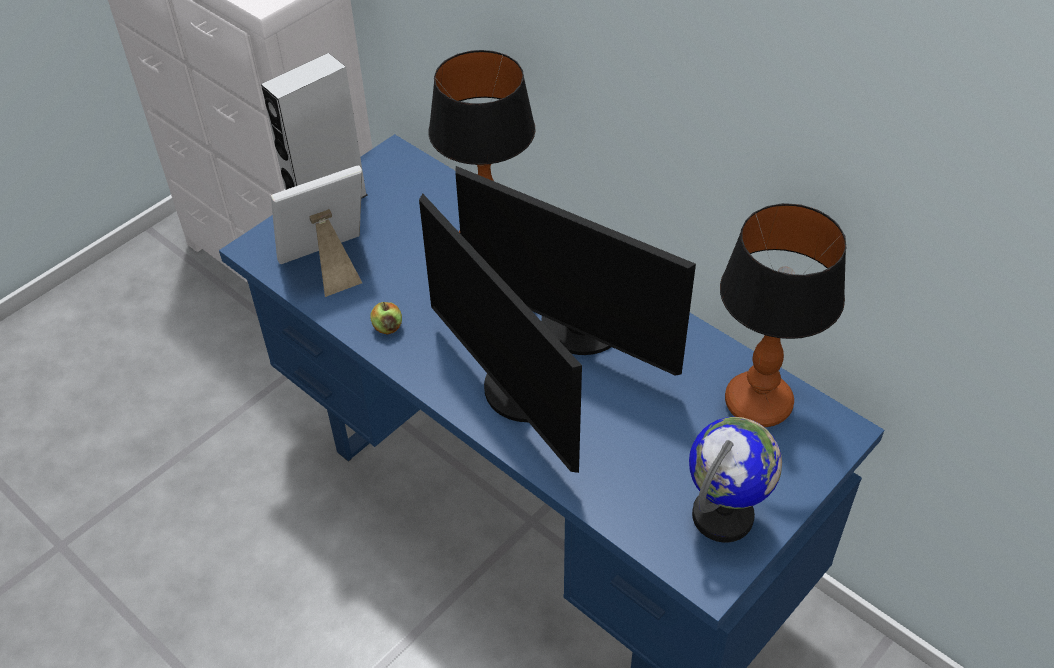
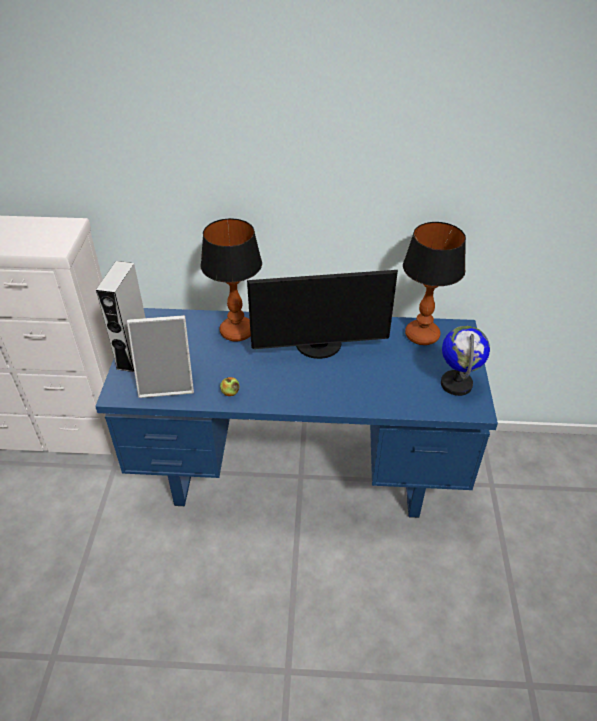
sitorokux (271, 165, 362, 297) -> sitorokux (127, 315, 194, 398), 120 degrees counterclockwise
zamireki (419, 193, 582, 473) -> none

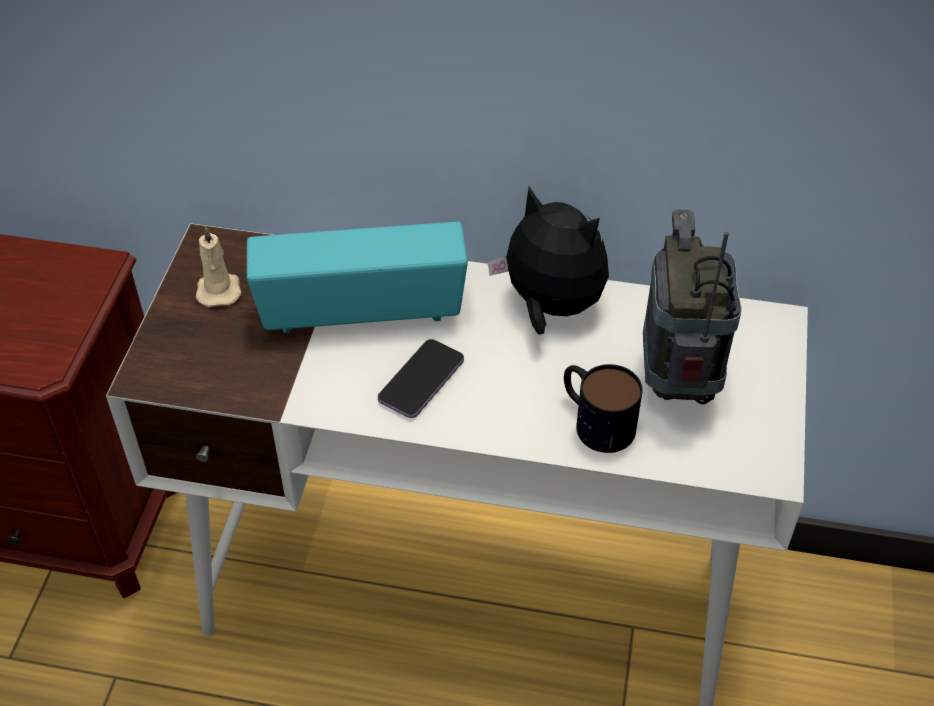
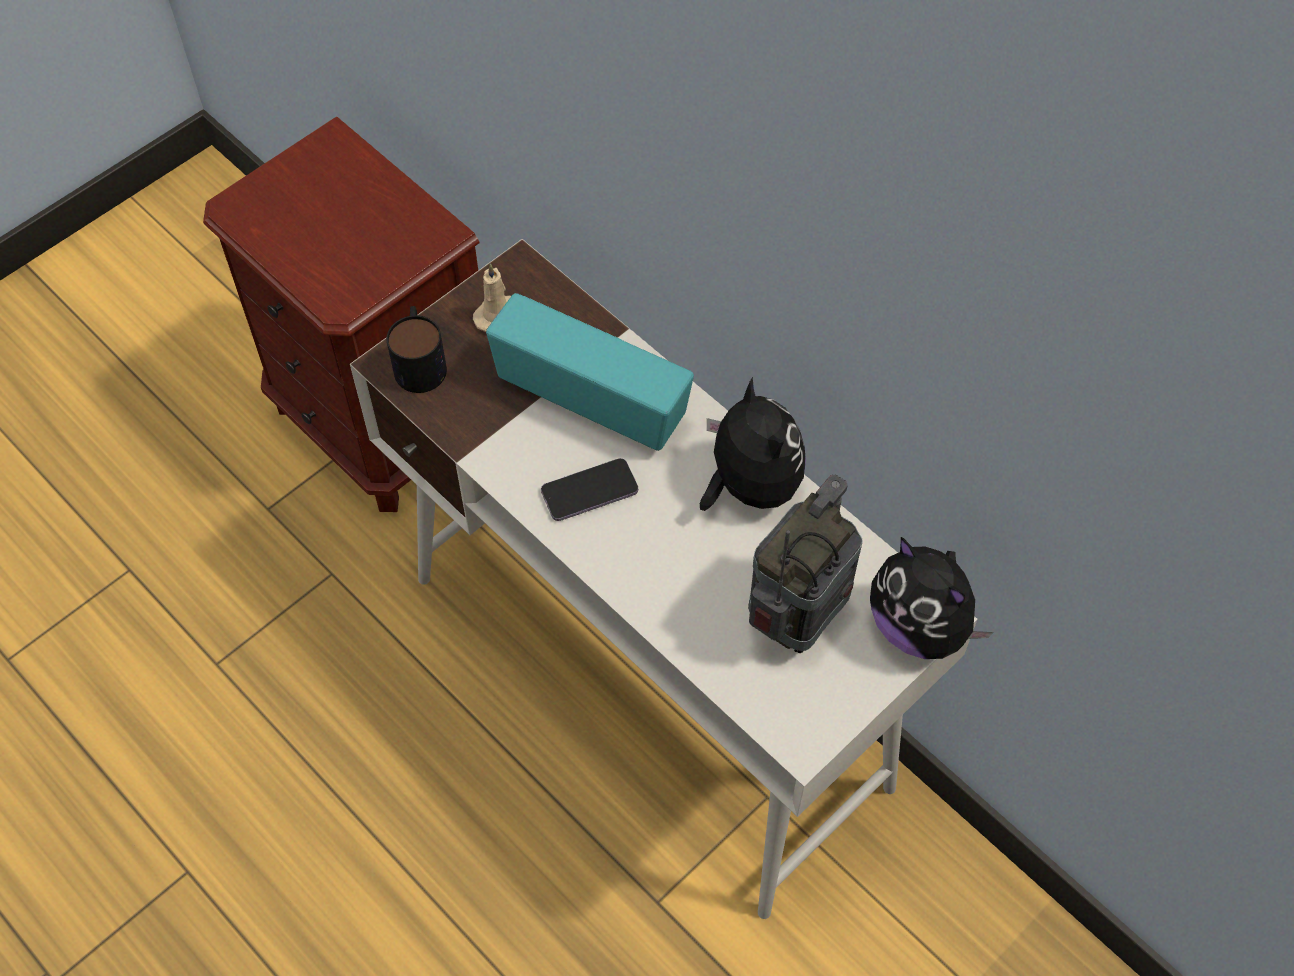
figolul (564, 364, 643, 453) -> figolul (386, 306, 447, 393), relocated
none -> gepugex (870, 537, 993, 659)

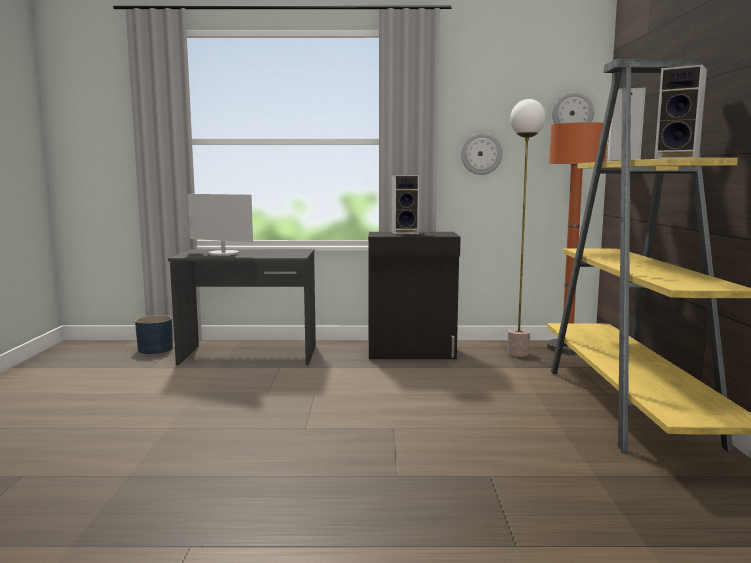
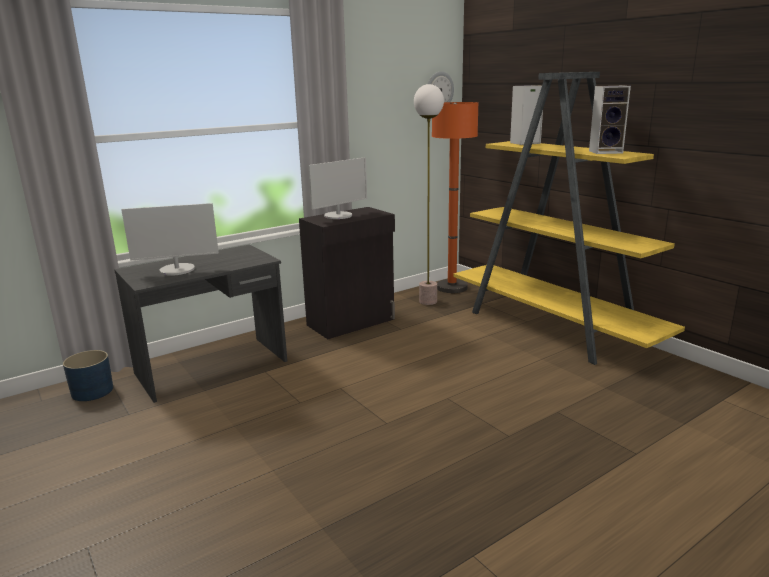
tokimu (392, 175, 419, 234) -> zamireki (309, 157, 367, 219)
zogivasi (461, 133, 502, 175) -> none

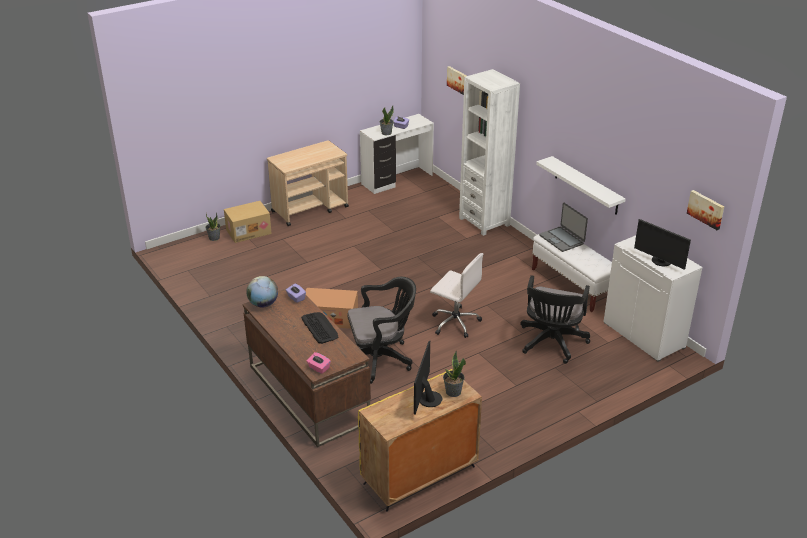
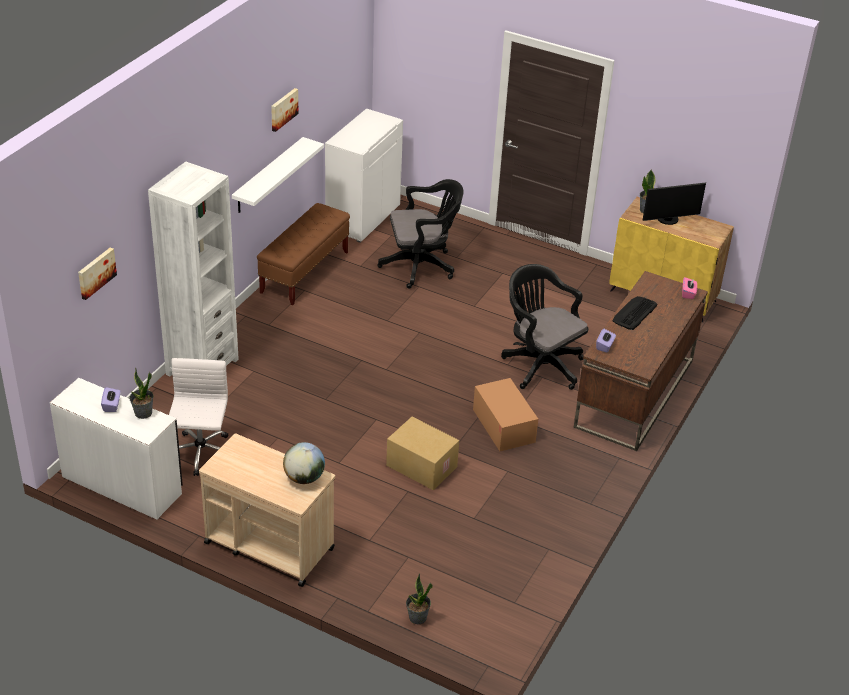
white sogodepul (430, 253, 483, 338) -> white sogodepul (169, 358, 228, 476), relocated
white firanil (532, 234, 612, 312) -> brown firanil (257, 203, 350, 305)
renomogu (687, 190, 724, 230) -> renomogu (271, 88, 299, 132), relocated
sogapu (246, 276, 278, 308) -> sogapu (283, 442, 325, 484), relocated
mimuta (224, 201, 272, 243) -> mimuta (386, 417, 459, 490), relocated
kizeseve (539, 202, 588, 252) -> none
zamireki (634, 219, 691, 269) -> none

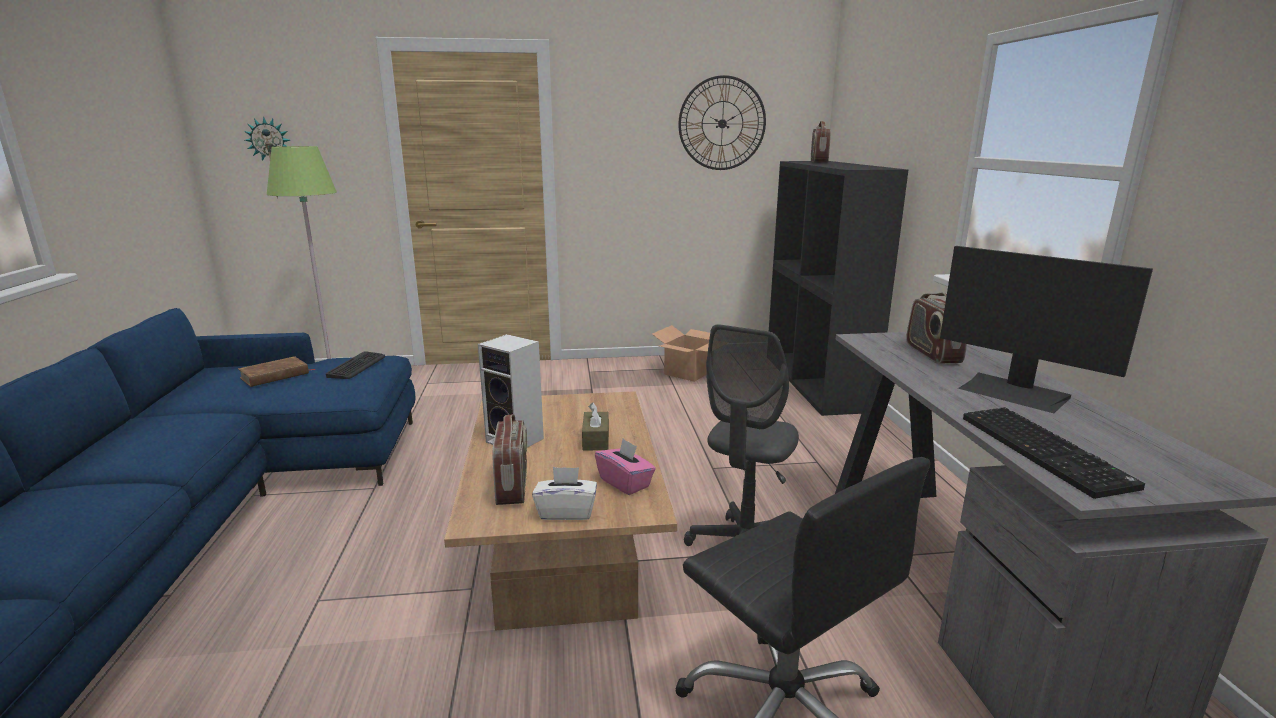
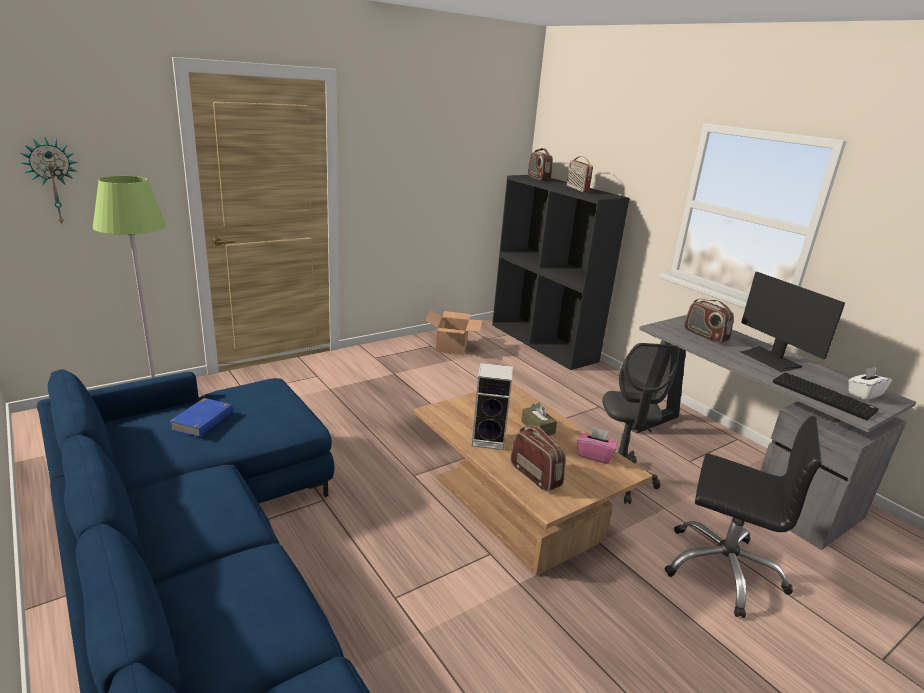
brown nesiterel (238, 356, 316, 387) -> blue nesiterel (169, 398, 233, 437)
none -> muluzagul (567, 156, 593, 192)
zamireki (940, 246, 1153, 413) -> zamireki (740, 272, 845, 372), 45 degrees clockwise
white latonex (532, 467, 597, 520) -> white latonex (848, 367, 892, 400), relocated
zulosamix (326, 351, 385, 379) -> none
zogivasi (678, 75, 766, 170) -> none

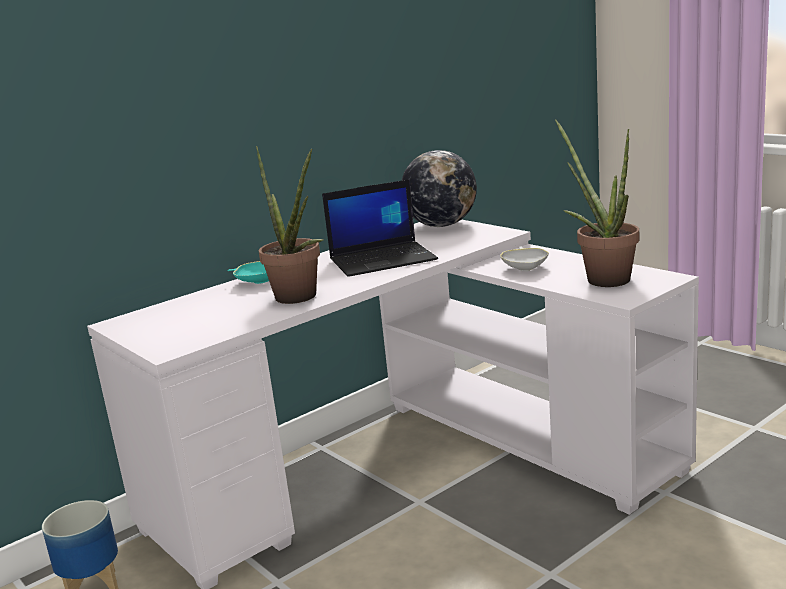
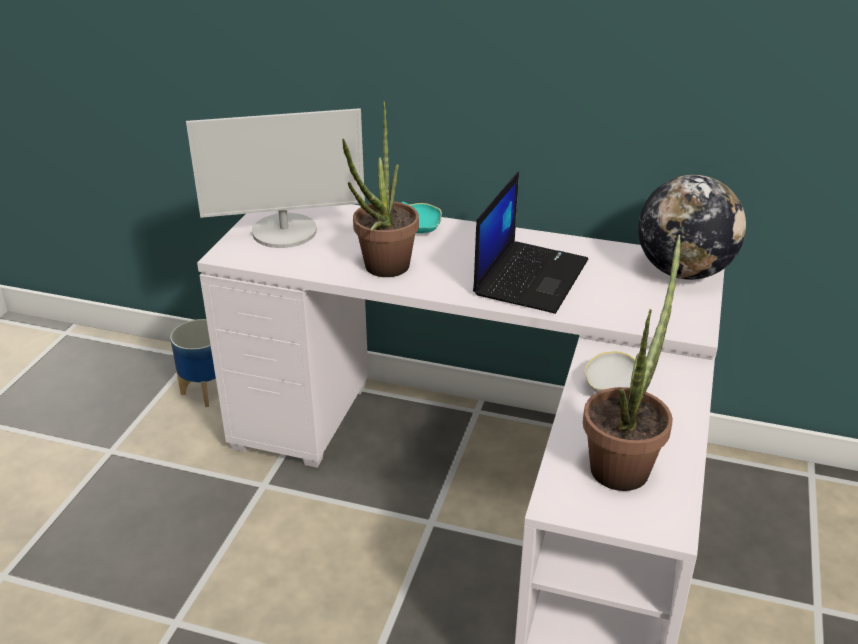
none -> zamireki (186, 108, 365, 248)
kizeseve (322, 179, 438, 277) -> kizeseve (473, 172, 588, 314), 105 degrees counterclockwise

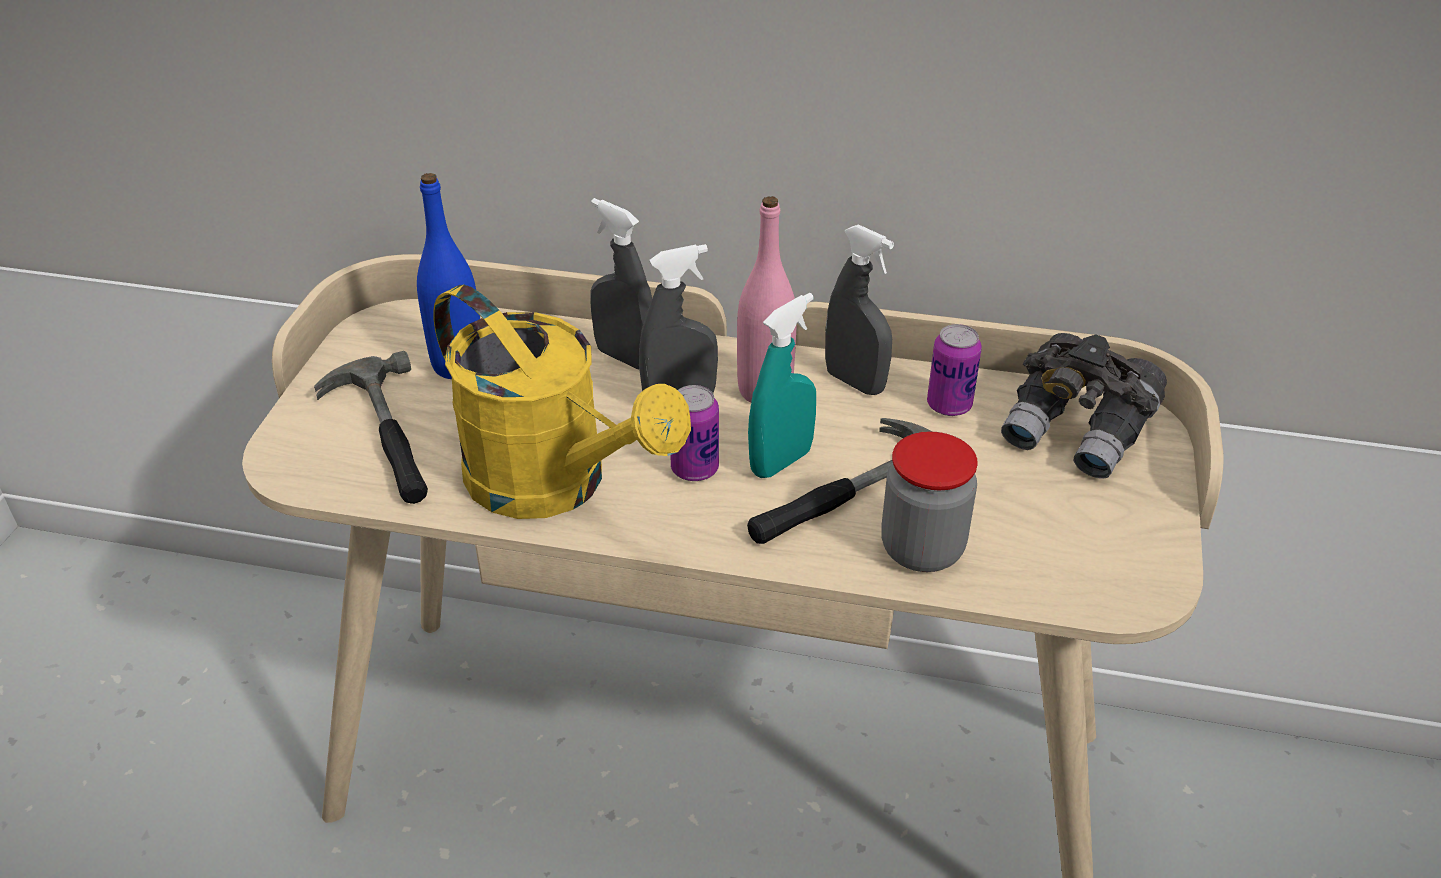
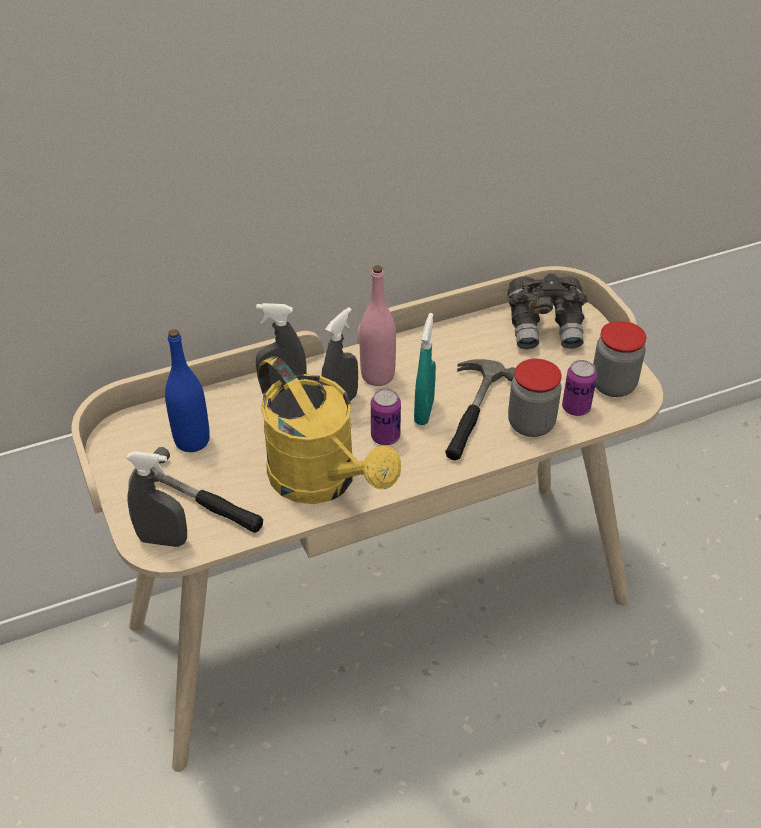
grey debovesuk (825, 224, 894, 395) -> grey debovesuk (126, 451, 187, 547), relocated
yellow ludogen (433, 285, 691, 519) -> yellow ludogen (258, 356, 401, 504), 45 degrees clockwise
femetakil (927, 324, 982, 416) -> femetakil (562, 360, 597, 416), relocated
none -> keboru (593, 321, 646, 397)

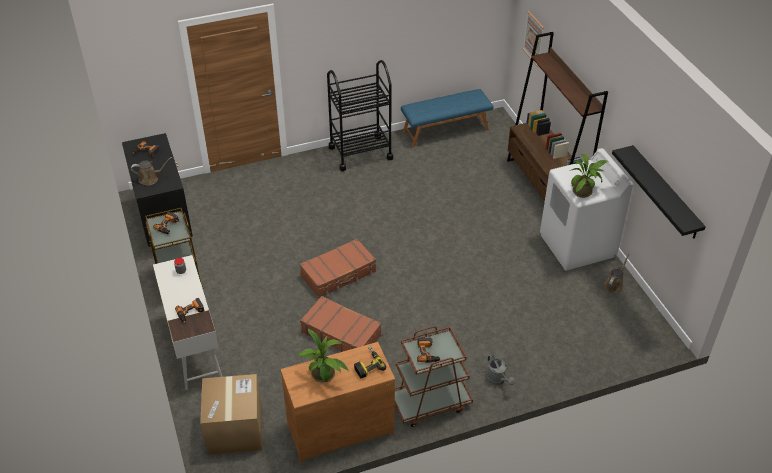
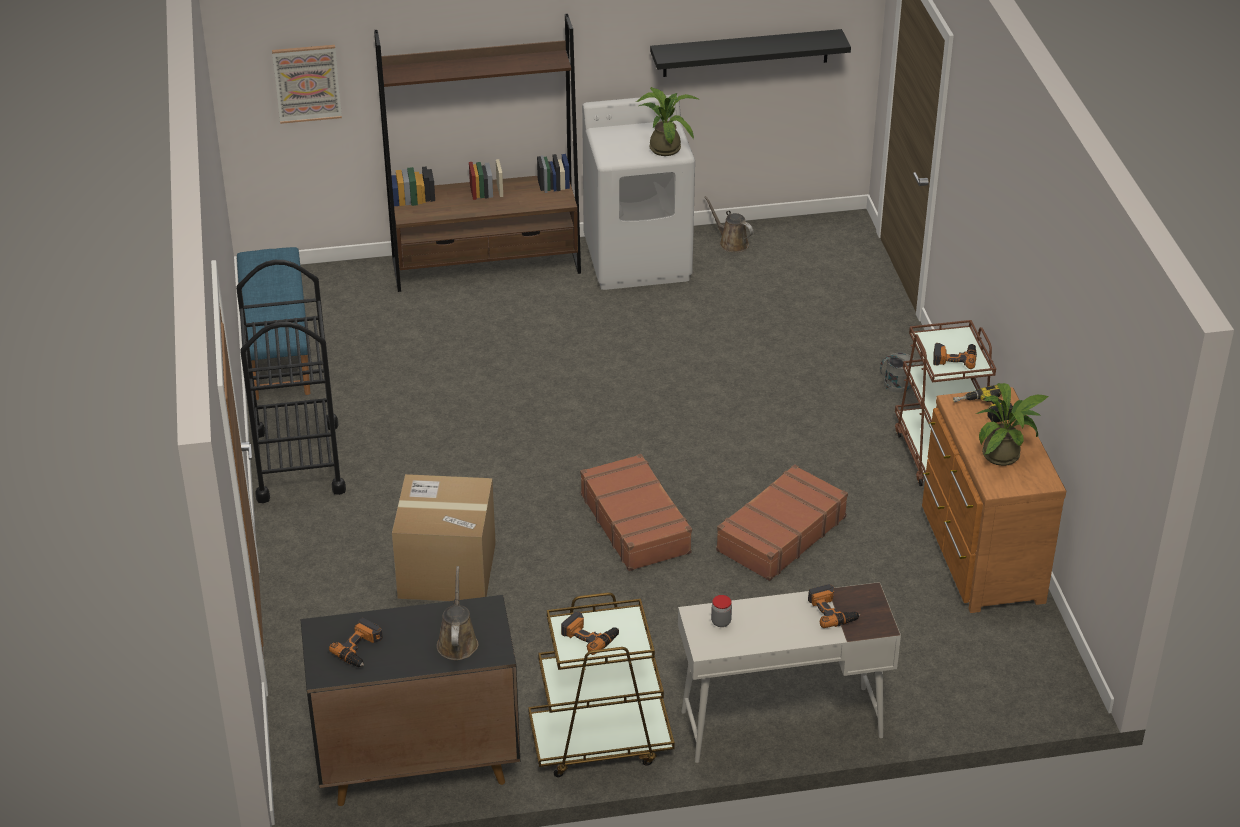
mimuta (200, 374, 262, 455) -> mimuta (392, 474, 496, 601), relocated

